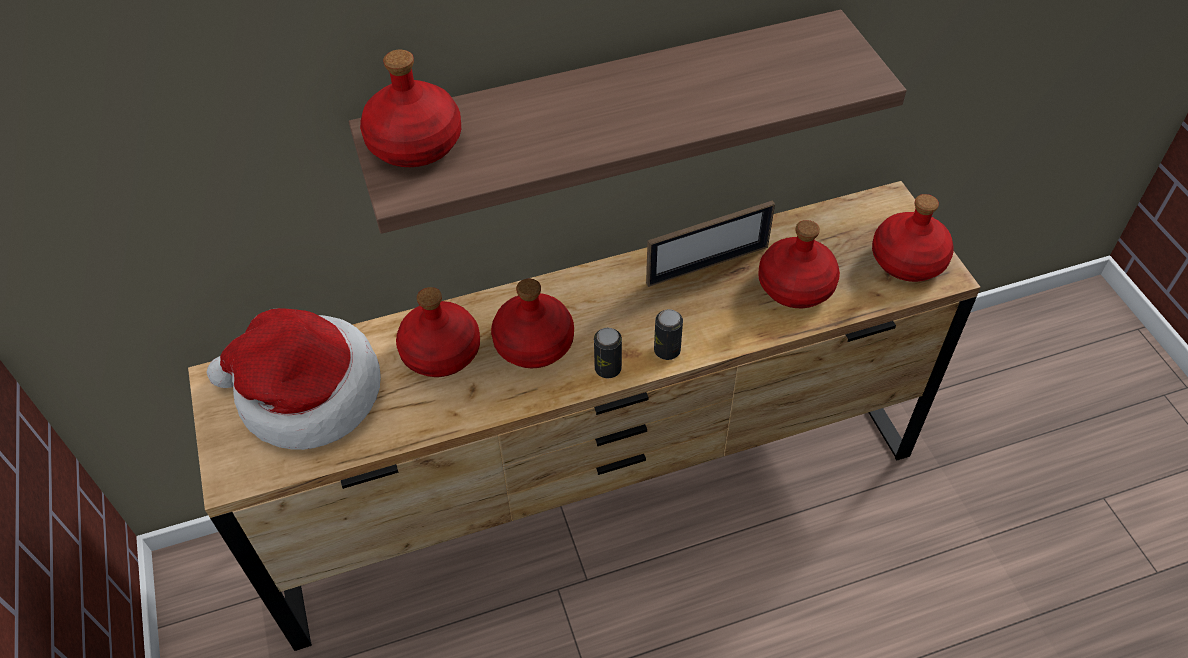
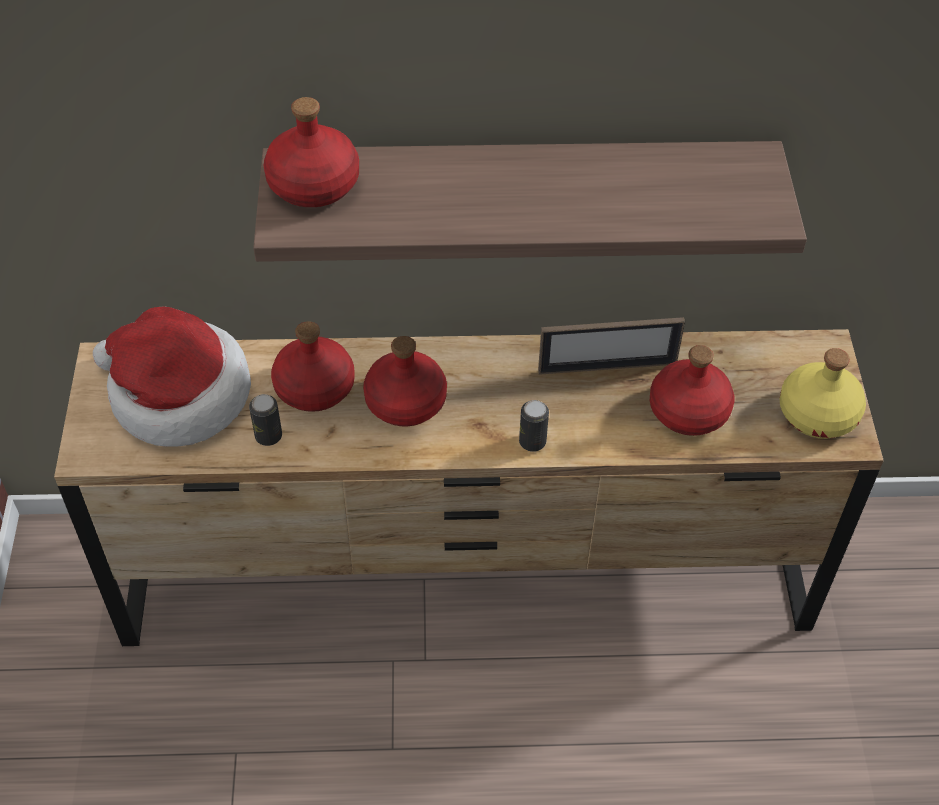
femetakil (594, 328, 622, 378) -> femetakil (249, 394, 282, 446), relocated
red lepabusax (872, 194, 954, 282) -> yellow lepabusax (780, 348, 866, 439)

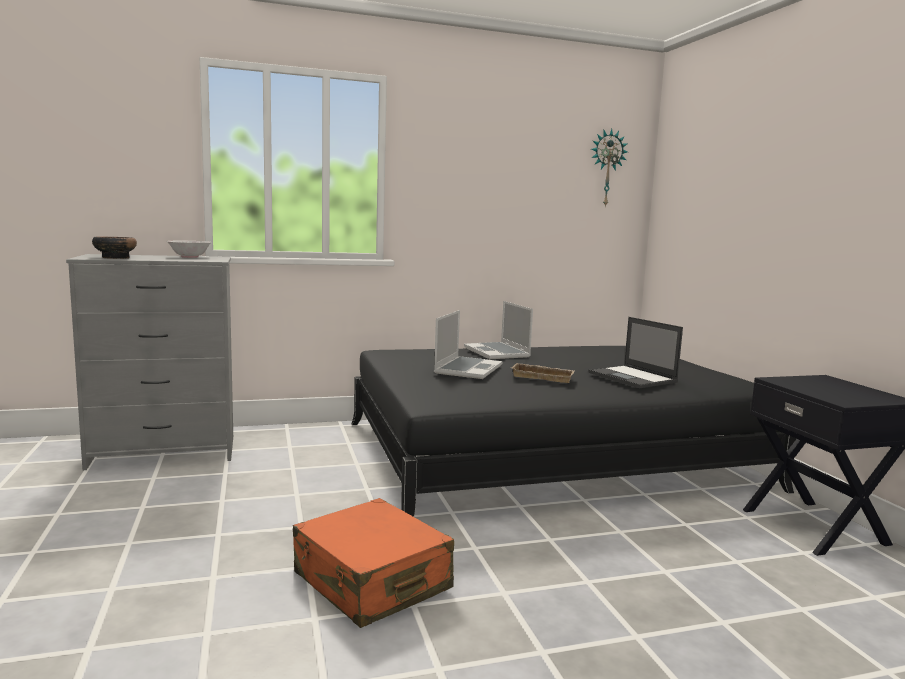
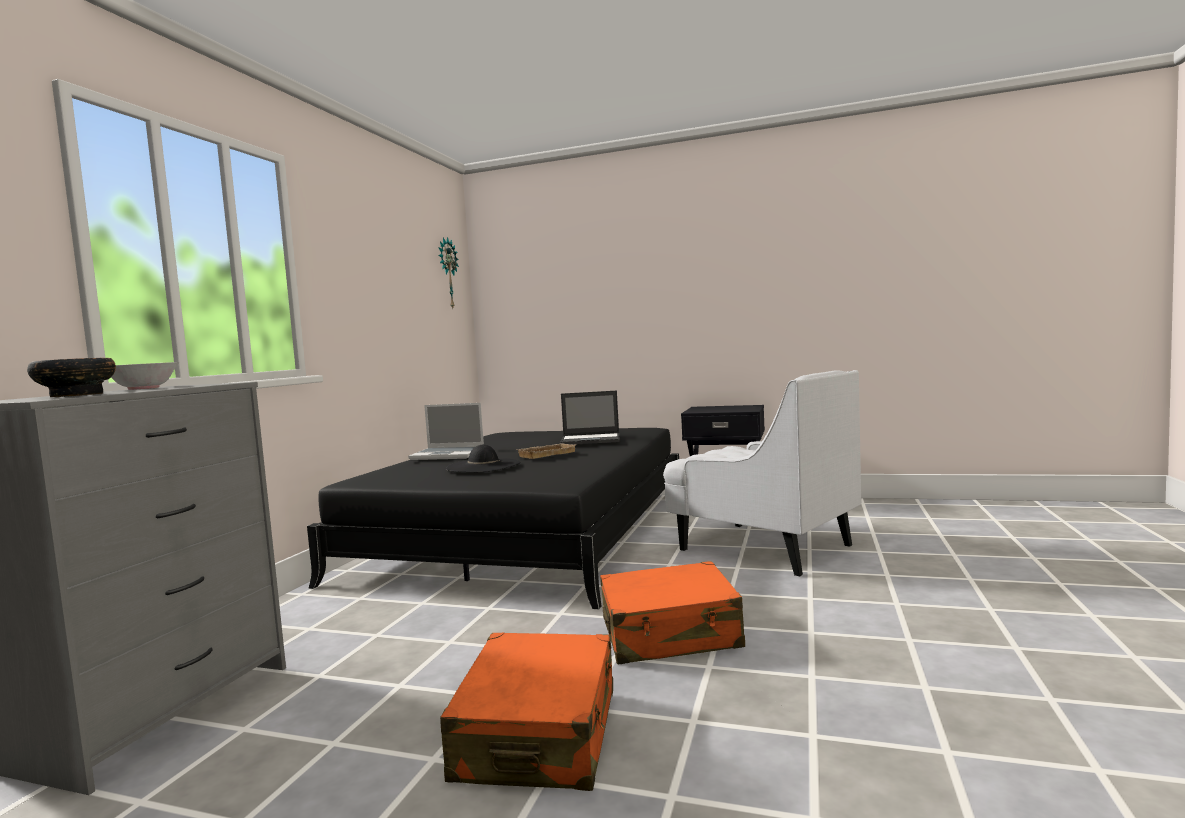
none -> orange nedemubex (440, 632, 613, 791)
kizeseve (434, 310, 502, 379) -> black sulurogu (446, 444, 520, 472)
none -> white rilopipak (663, 370, 861, 576)

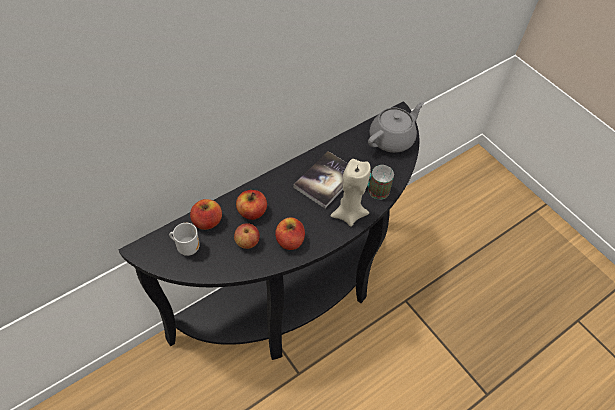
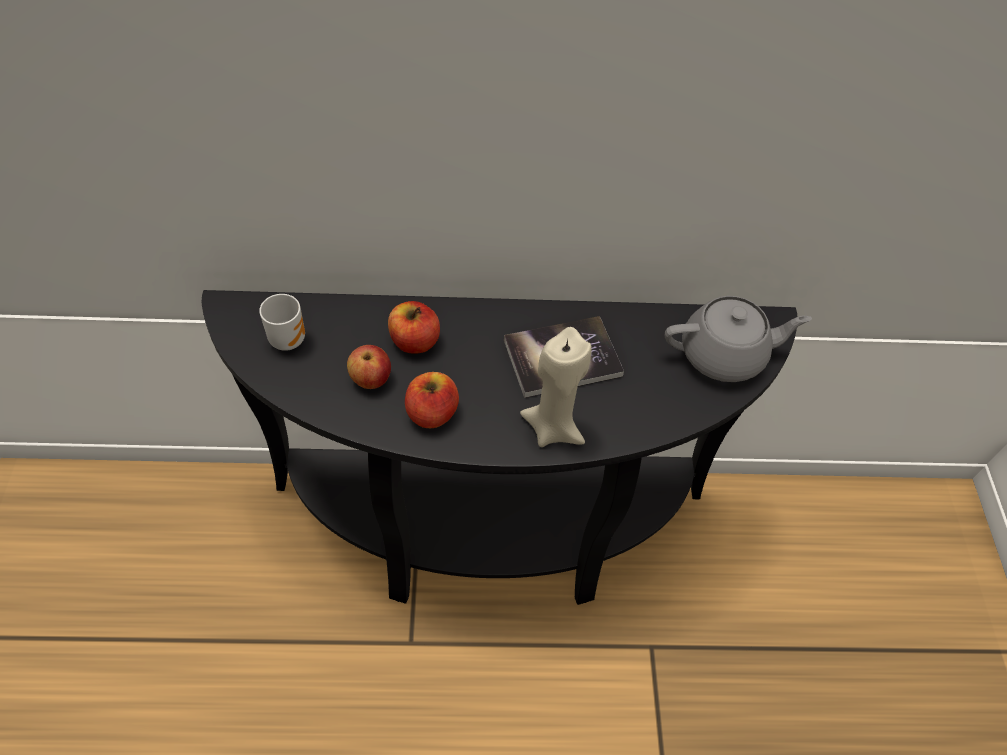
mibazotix (190, 199, 222, 230) -> none
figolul (367, 165, 394, 200) -> none

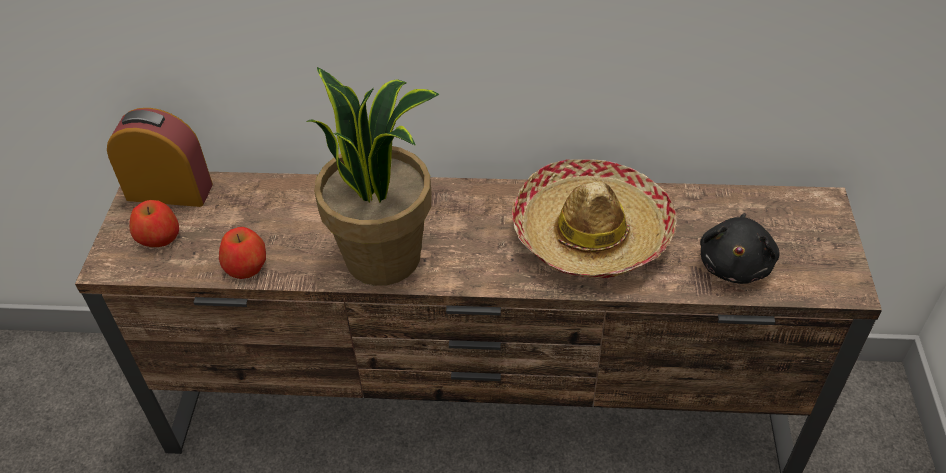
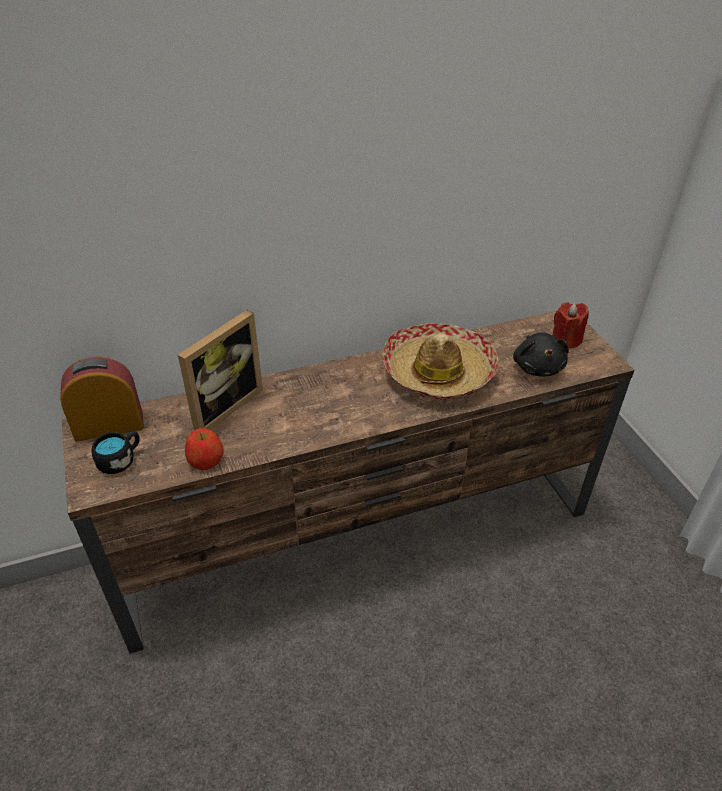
mibazotix (129, 200, 179, 247) -> black figolul (91, 431, 140, 474)
none -> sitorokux (178, 310, 263, 431)
none -> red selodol (552, 302, 589, 348)
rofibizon (306, 67, 439, 286) -> none

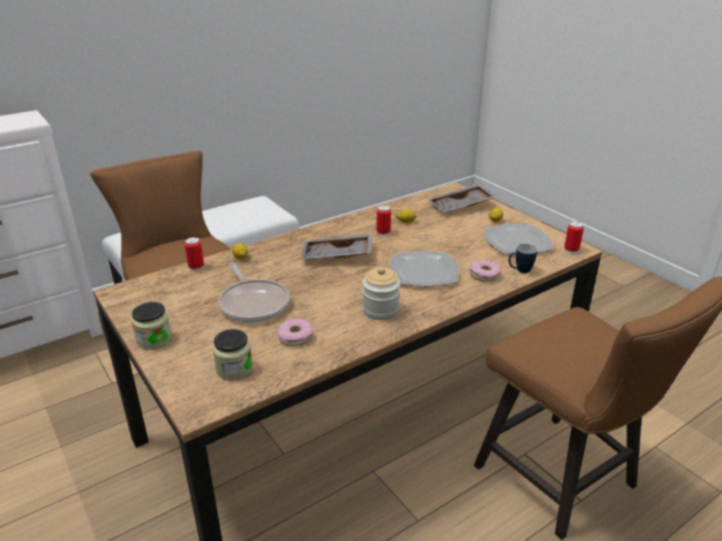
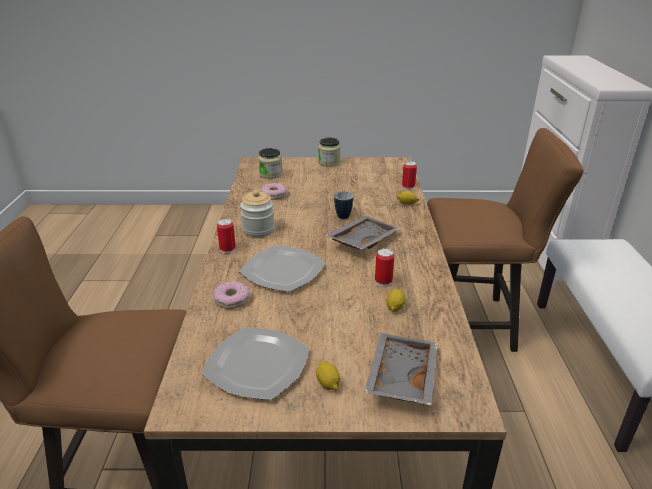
femetakil (564, 221, 584, 253) -> femetakil (217, 219, 236, 253), relocated
figolul (509, 244, 538, 273) -> figolul (334, 192, 353, 219), relocated
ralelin (218, 263, 290, 323) -> none

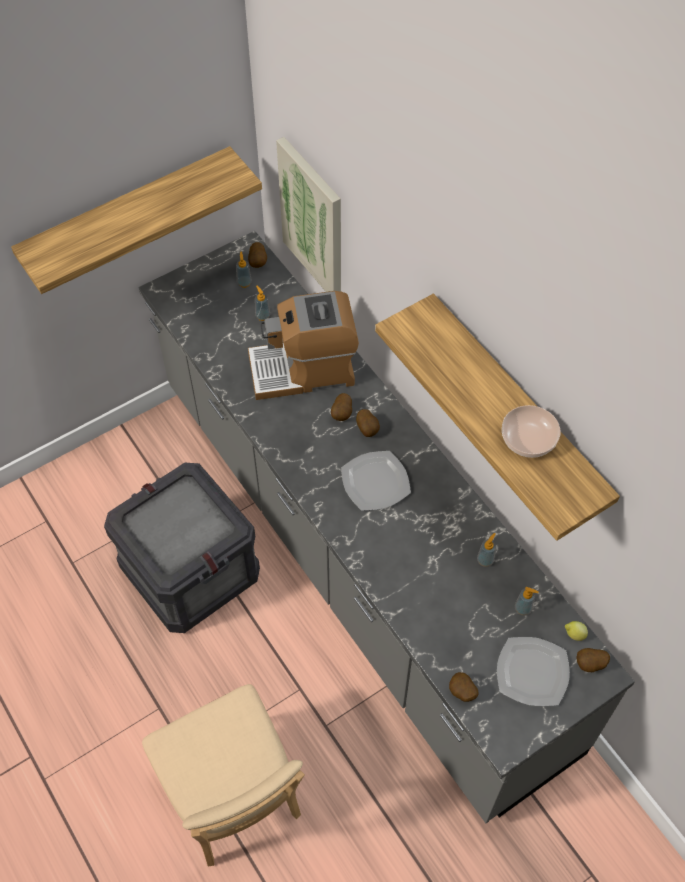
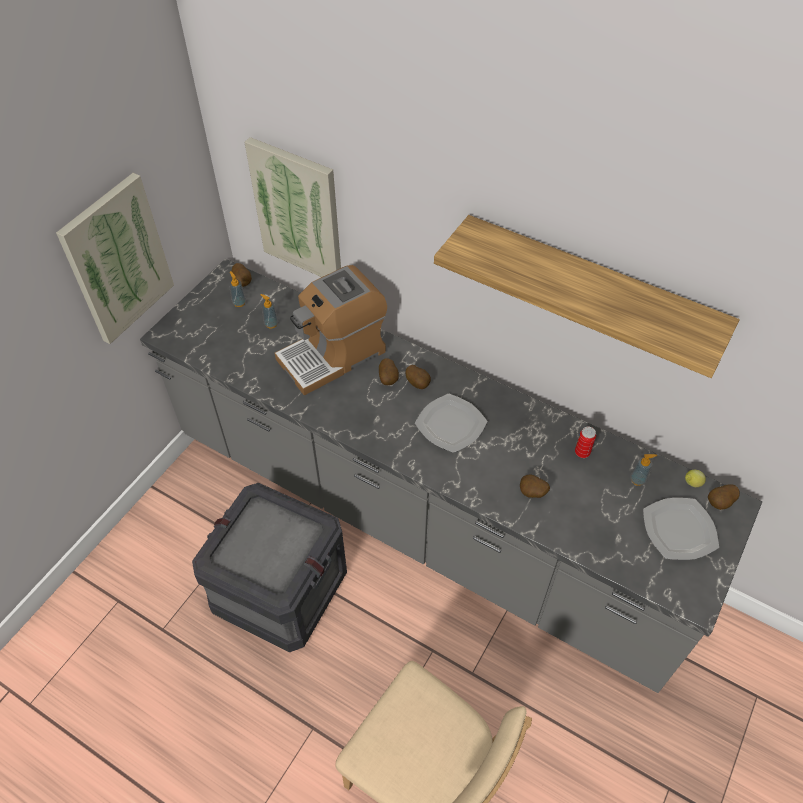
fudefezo (11, 146, 262, 294) -> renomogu (56, 173, 174, 344)
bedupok (449, 672, 478, 702) -> bedupok (520, 475, 550, 498), relocated
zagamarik (477, 533, 496, 567) -> femetakil (575, 427, 596, 458)
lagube (502, 405, 560, 458) -> none

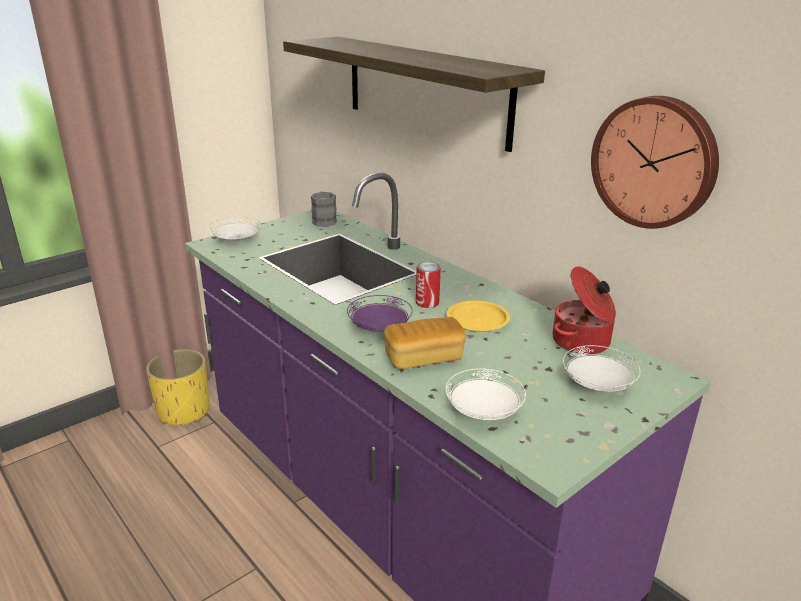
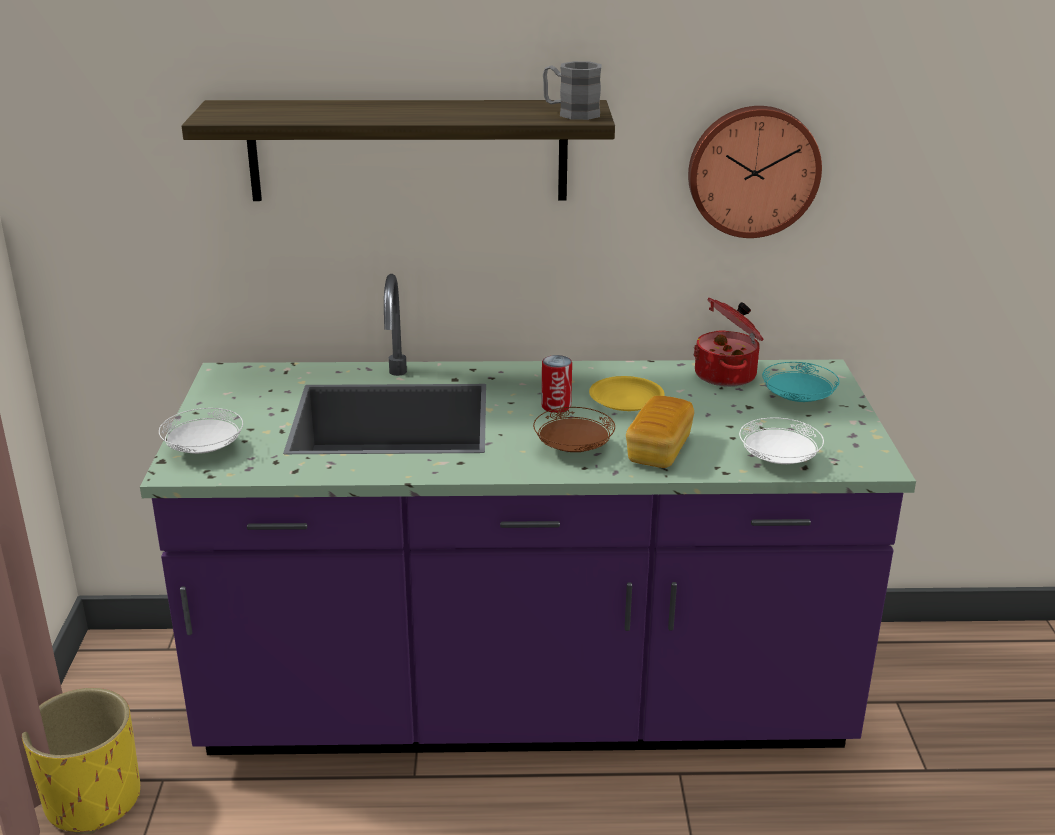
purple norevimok (347, 295, 413, 332) -> brown norevimok (533, 407, 615, 452)
grey figolul (311, 192, 337, 227) -> grey figolul (543, 61, 602, 120), relocated
white norevimok (563, 345, 640, 392) -> turquoise norevimok (762, 362, 839, 402)

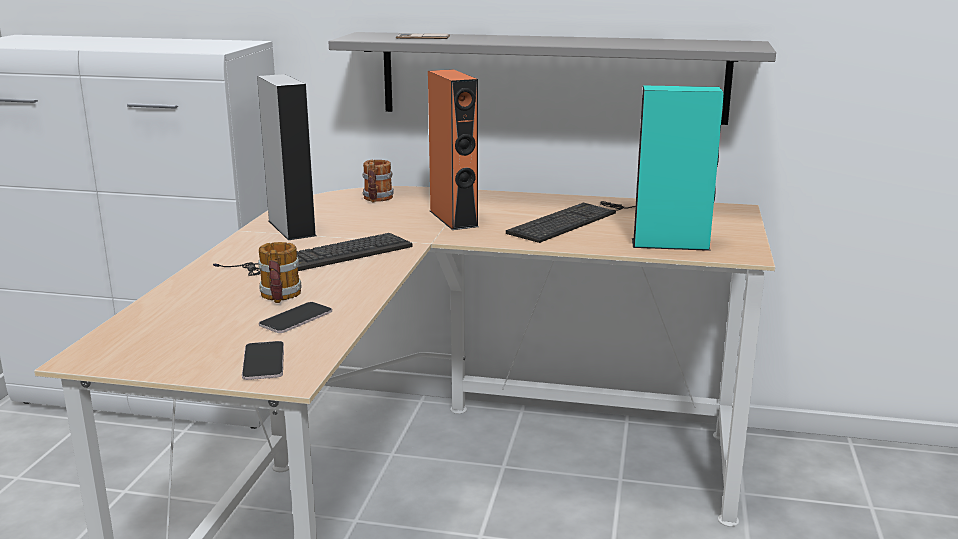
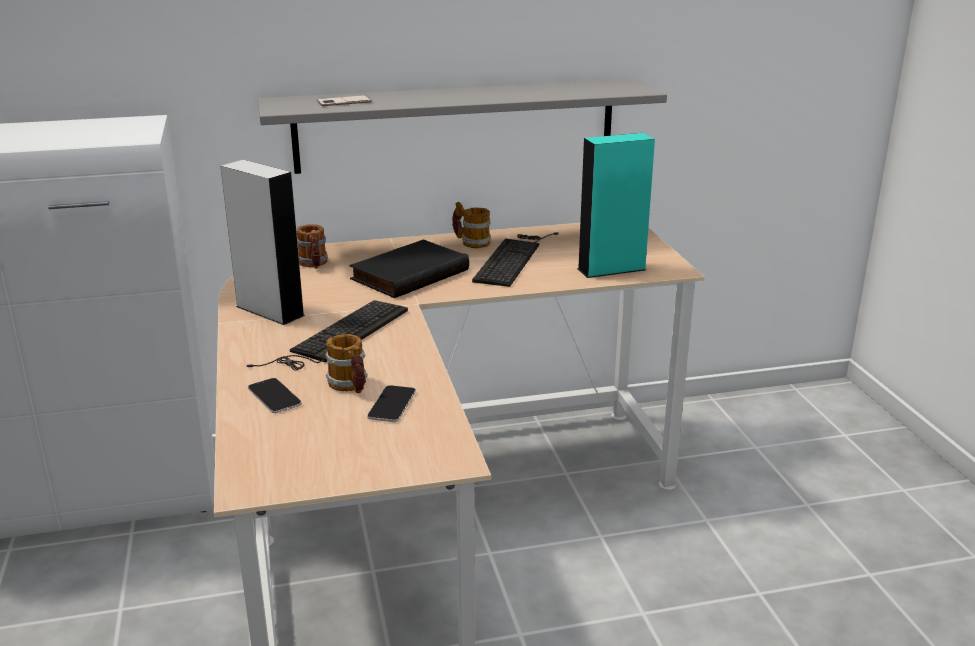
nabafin (242, 341, 284, 380) -> nabafin (248, 378, 302, 413), relocated
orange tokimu (428, 69, 479, 230) -> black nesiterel (349, 239, 469, 298)
none -> figolul (452, 202, 491, 248)

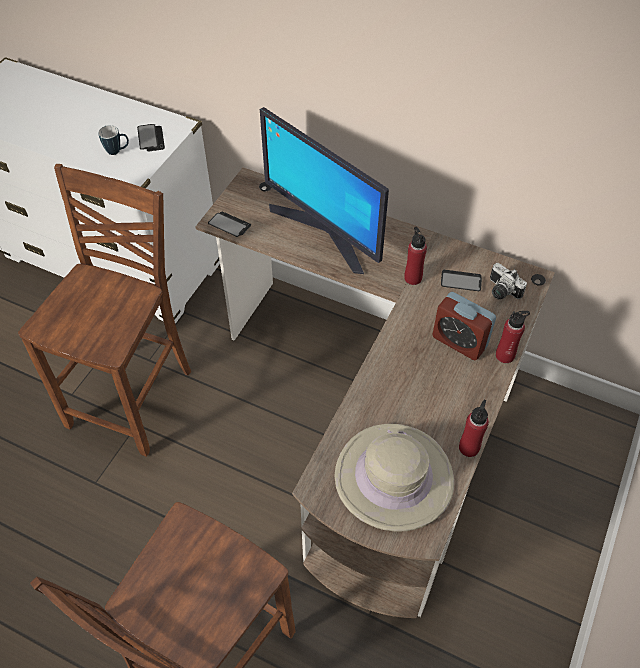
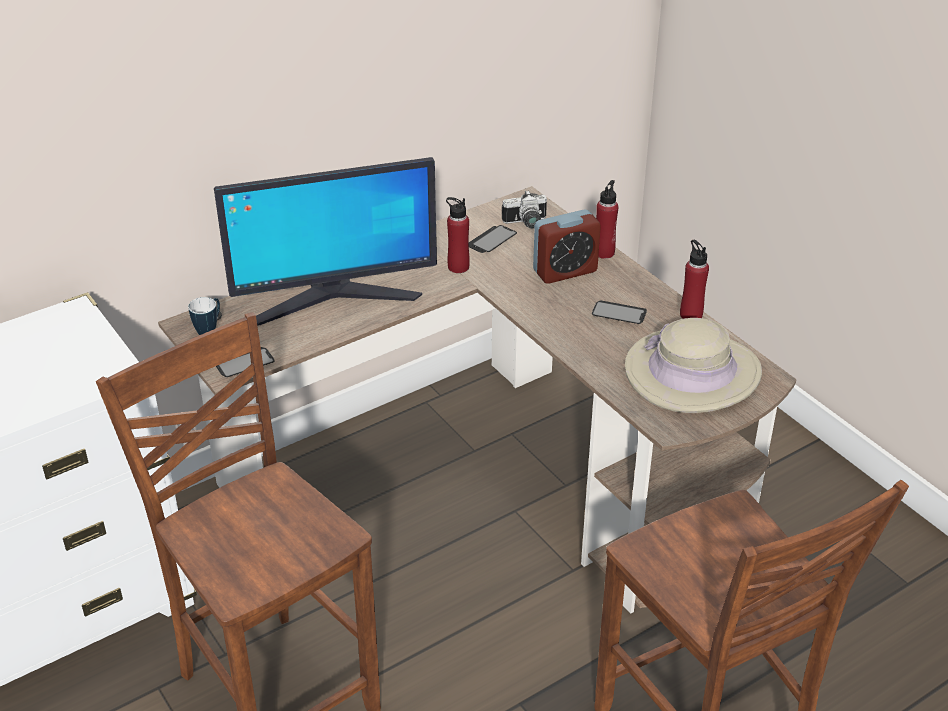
figolul (98, 125, 129, 155) -> figolul (188, 297, 220, 335), relocated
nabafin (137, 124, 165, 151) -> nabafin (592, 300, 647, 324), relocated

